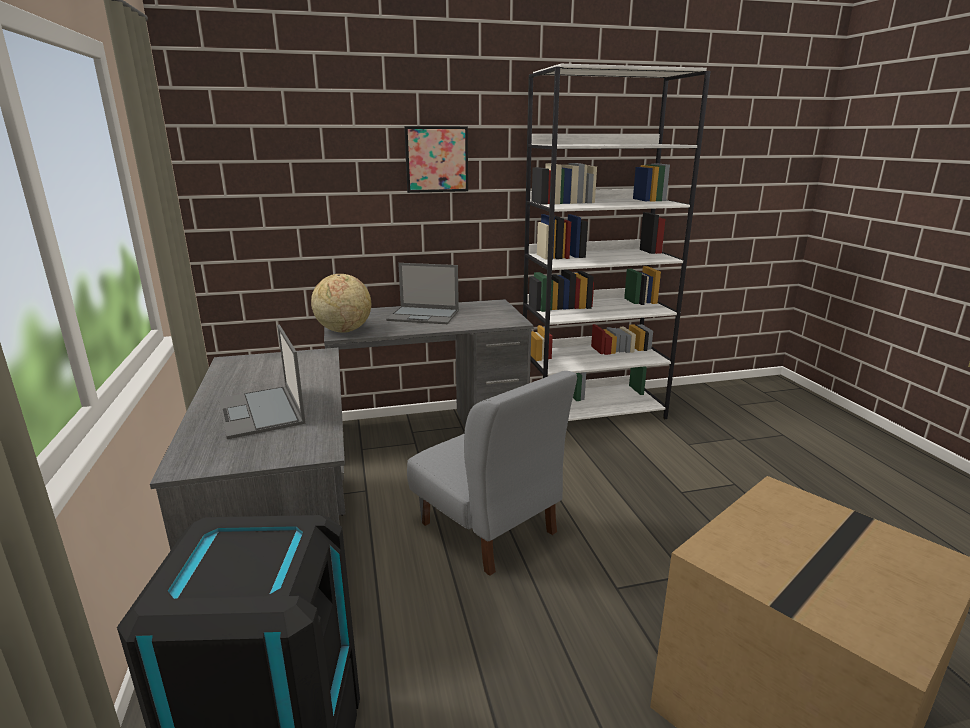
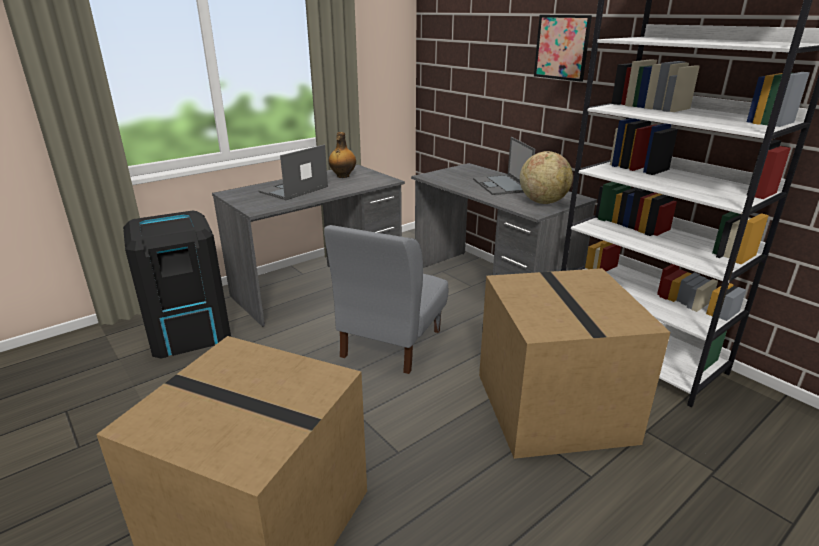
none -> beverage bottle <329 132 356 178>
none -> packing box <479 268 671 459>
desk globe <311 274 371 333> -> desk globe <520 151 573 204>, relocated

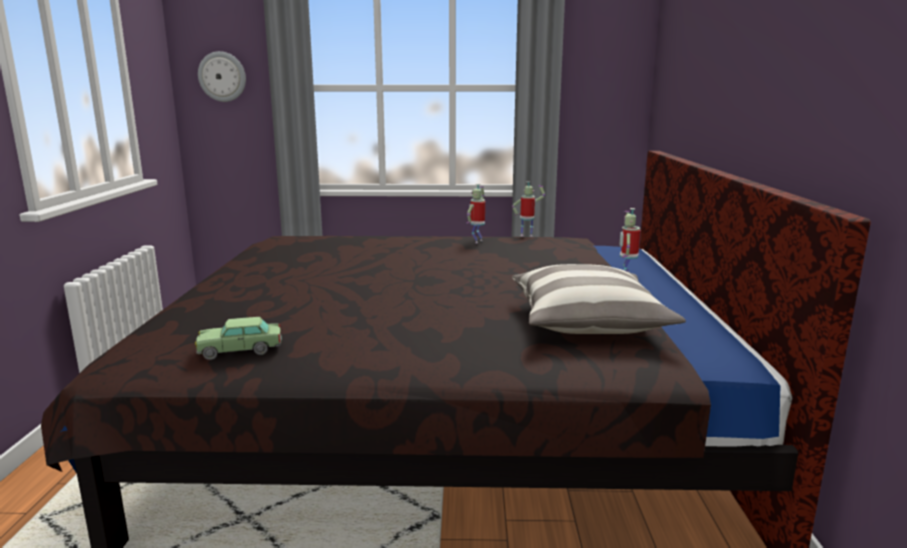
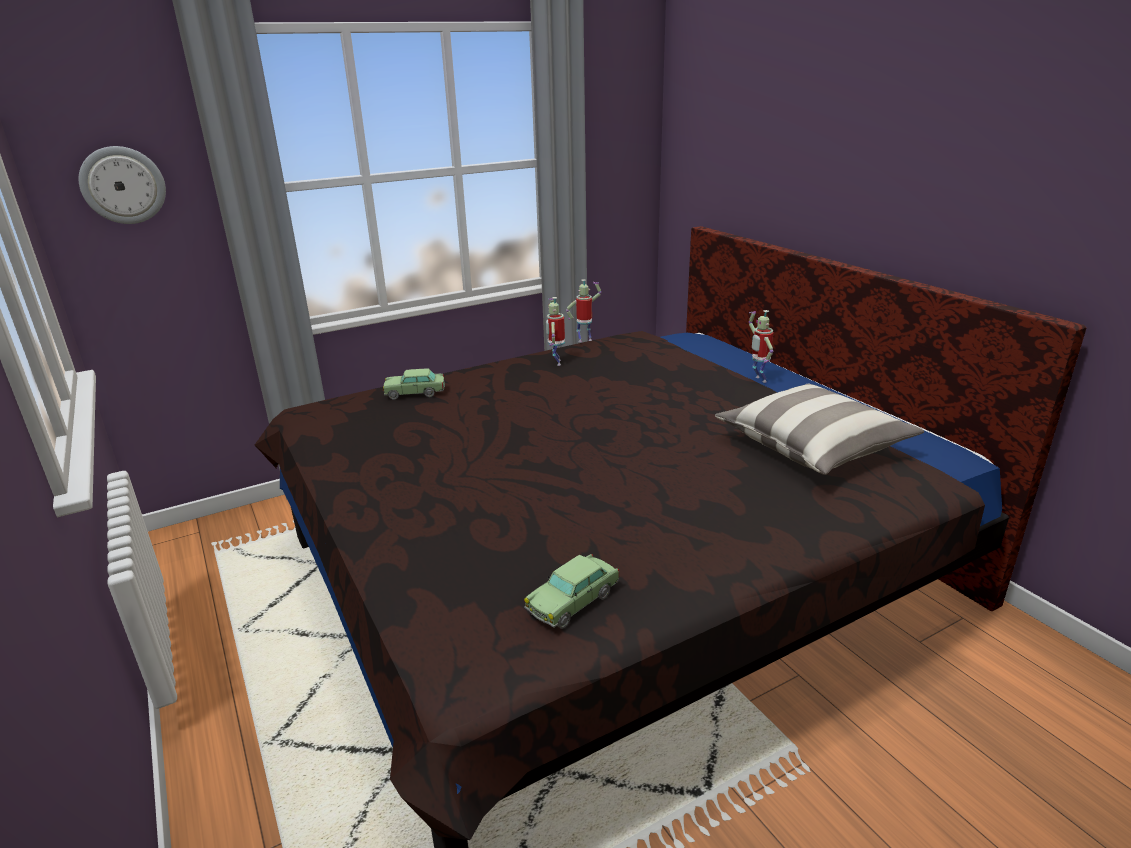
none -> toy car <383 368 445 400>

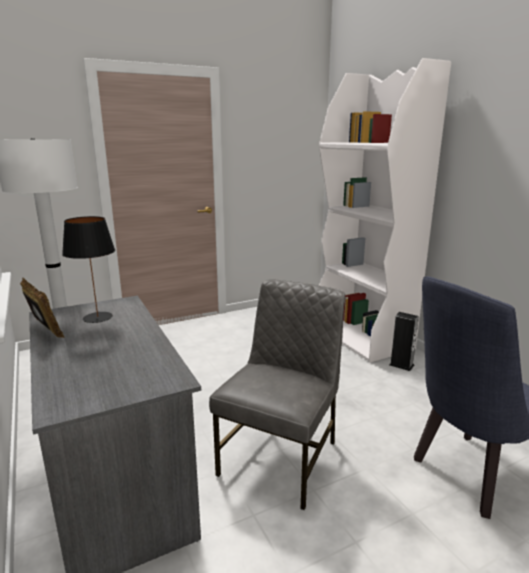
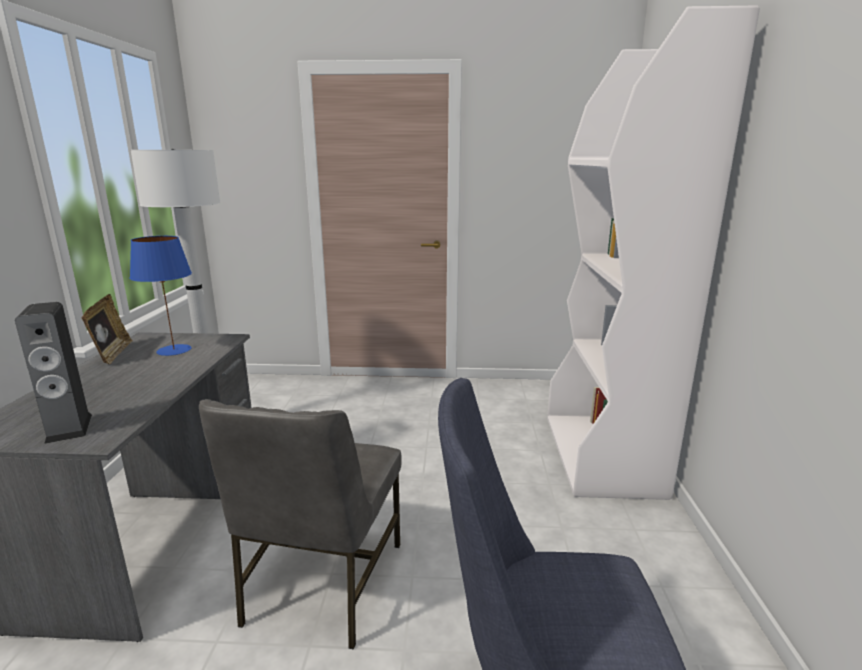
audio speaker <389 312 419 371> -> audio speaker <15 302 92 444>, relocated
black table lamp <62 216 115 323> -> blue-coloured table lamp <129 236 192 356>
grey upright chair <209 279 345 510> -> grey upright chair <199 399 402 650>, 135 degrees clockwise

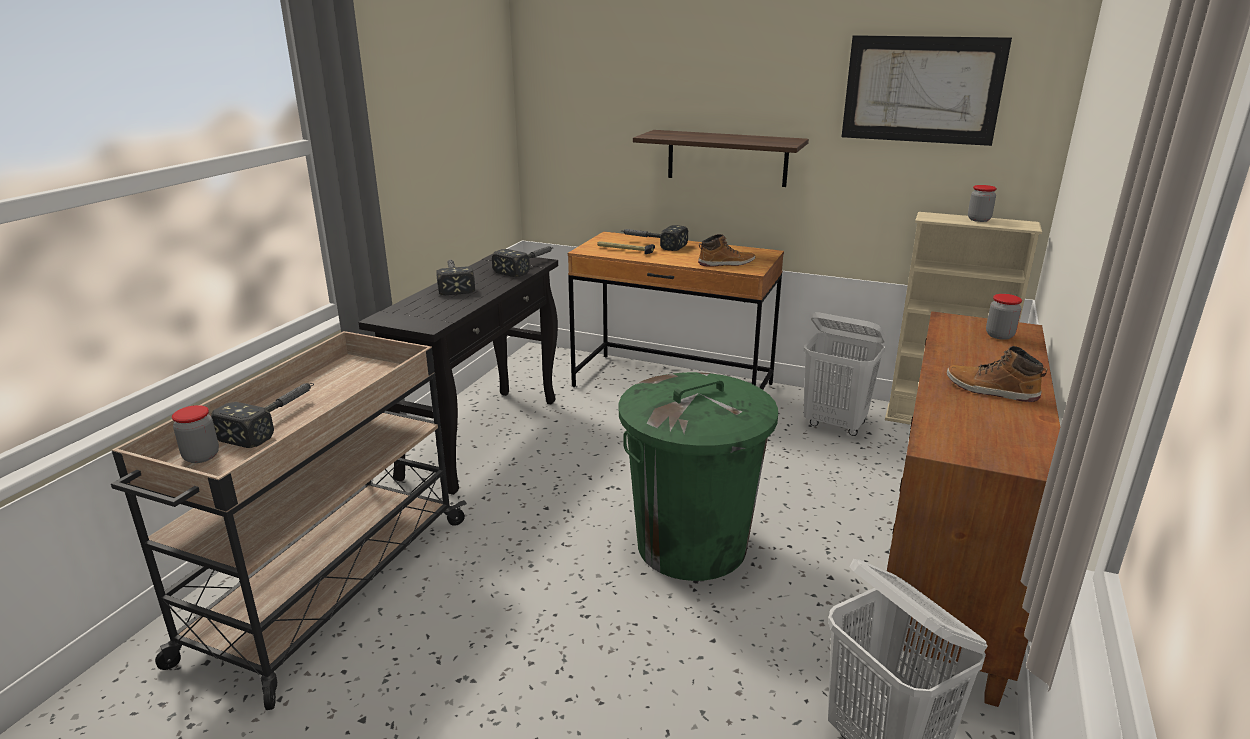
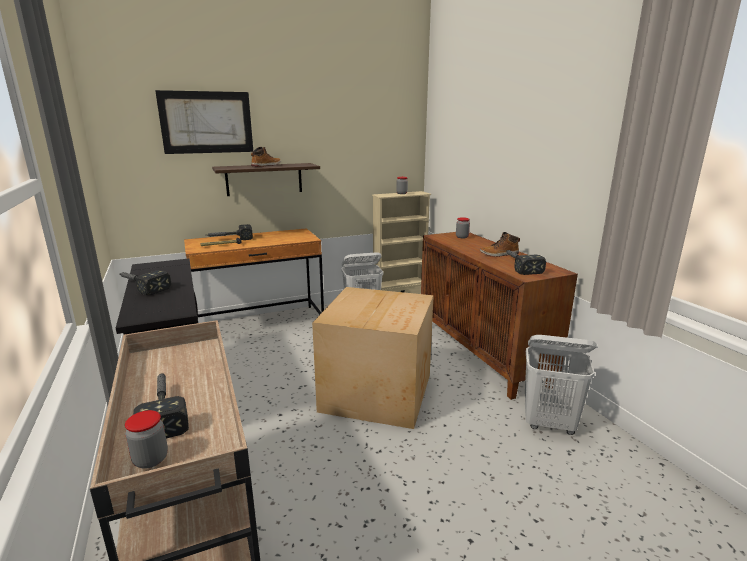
hammer <492 246 553 277> -> hammer <506 250 546 275>, relocated
high-top boot <698 234 755 267> -> high-top boot <251 147 281 167>, relocated
wall art <842 35 1012 146> -> wall art <155 90 253 154>, relocated
green rubbish bin <619 372 778 581> -> packing box <312 287 434 429>

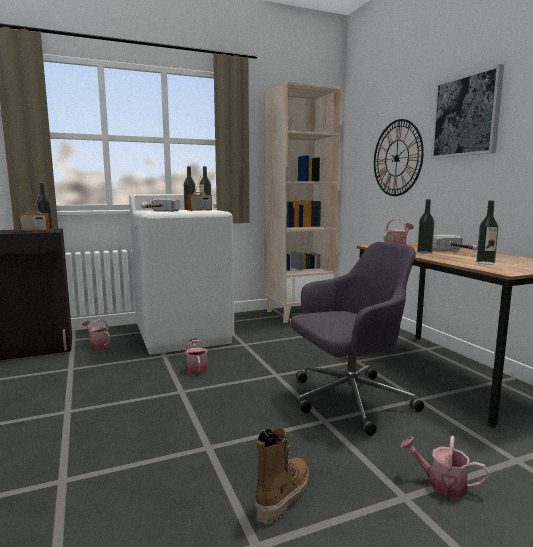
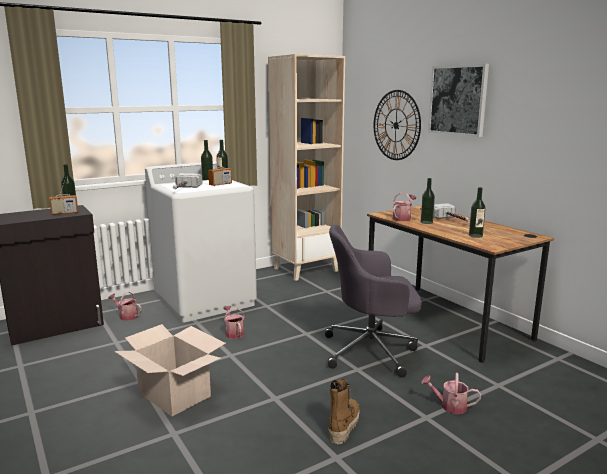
none -> packing box <114 324 226 416>
grey desk chair <291 242 424 436> -> grey desk chair <325 224 422 377>, 150 degrees counterclockwise

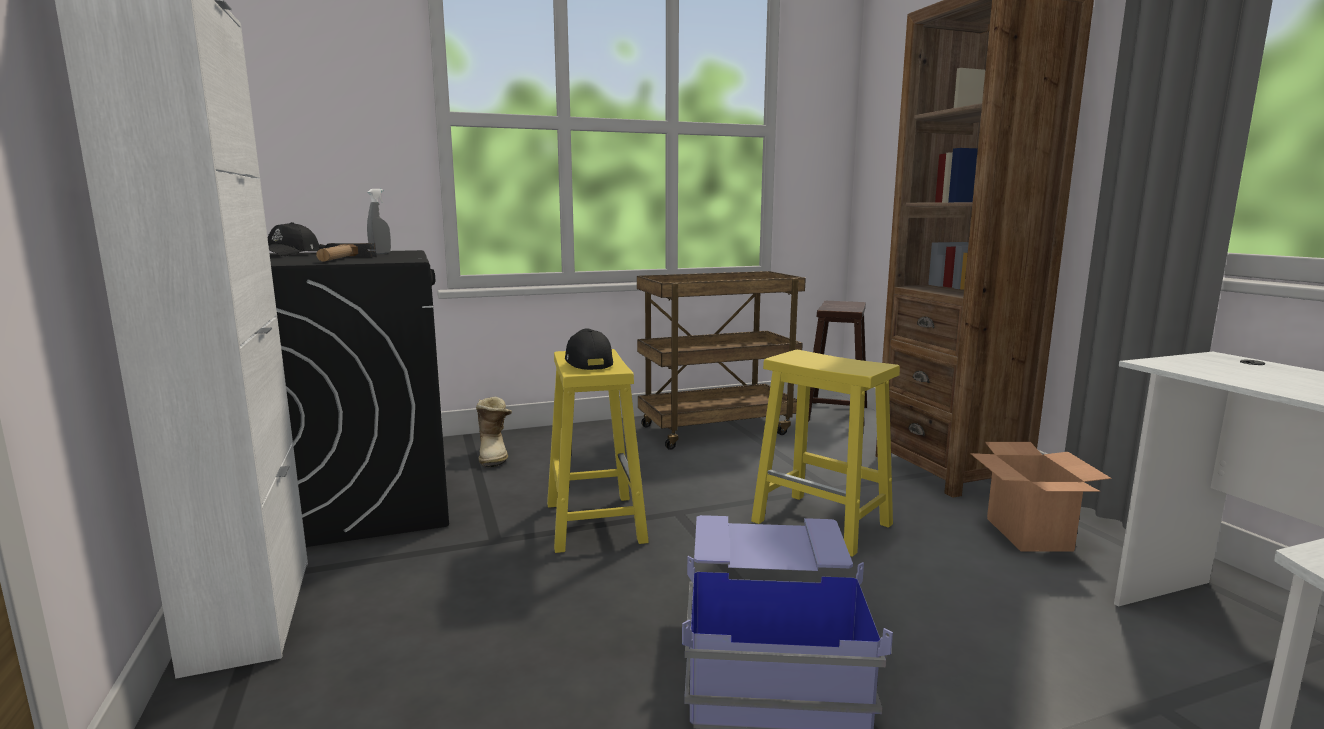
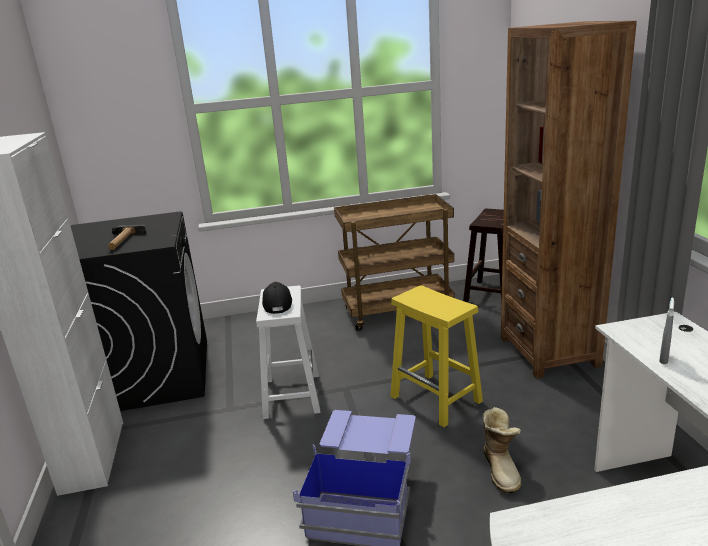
black baseball cap <268 222 319 256> -> none
packing box <970 442 1111 552> -> none
grey sprayer <367 189 391 255> -> grey sprayer <659 298 674 364>, relocated
high-top boot <476 397 512 467> -> high-top boot <483 407 521 494>, relocated
yellow-coloured stool <547 349 649 553> -> white-coloured stool <256 286 320 419>

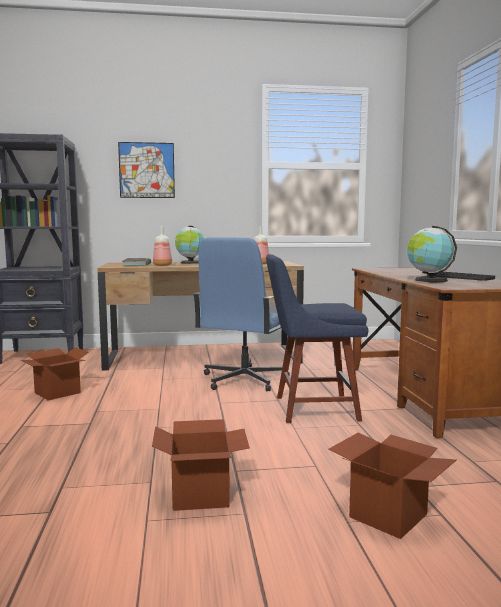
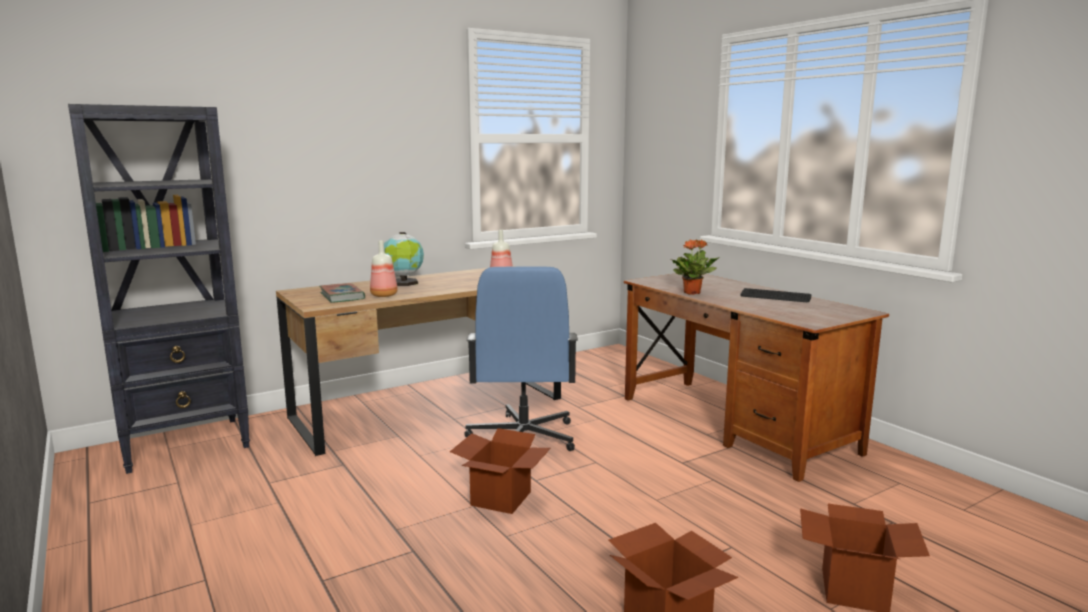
wall art <118 142 175 198> -> none
blue-coloured upright chair <266 254 368 423> -> none
desk globe <407 226 457 282> -> none
none -> plant in a pot <672 240 720 295>
packing box <20 347 89 401> -> packing box <450 428 551 514>, relocated

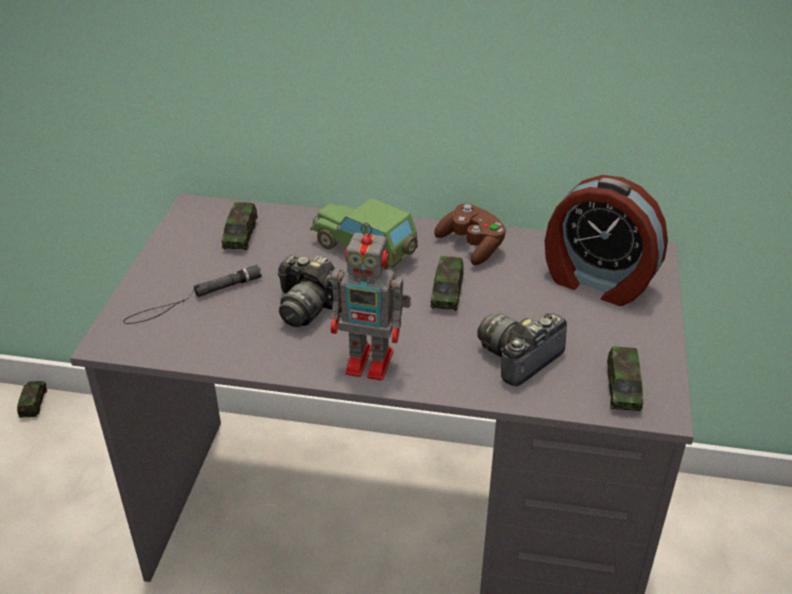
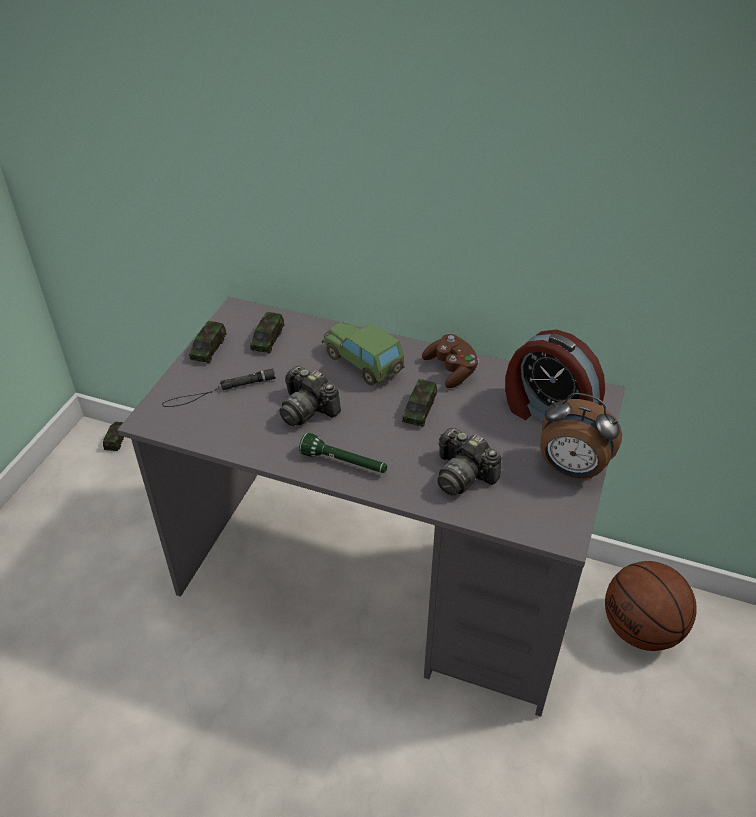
none -> table clock <540 393 622 479>
none -> basketball <605 561 697 651>
toy car <607 347 643 411> -> toy car <189 321 227 363>, relocated
toy robot <331 223 411 380> -> green hand torch <299 433 387 473>
still camera <477 313 567 386> -> still camera <437 428 502 495>, 105 degrees counterclockwise

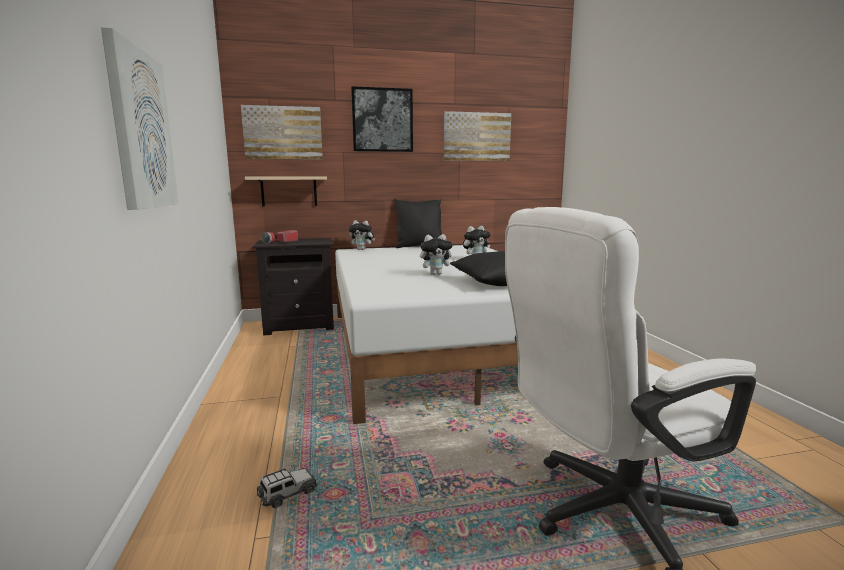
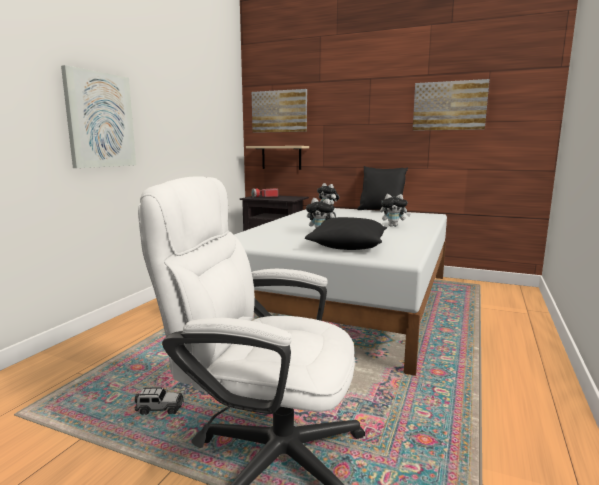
wall art <351 86 413 152> -> none
toy car <257 468 317 508> -> toy car <135 387 184 415>, relocated

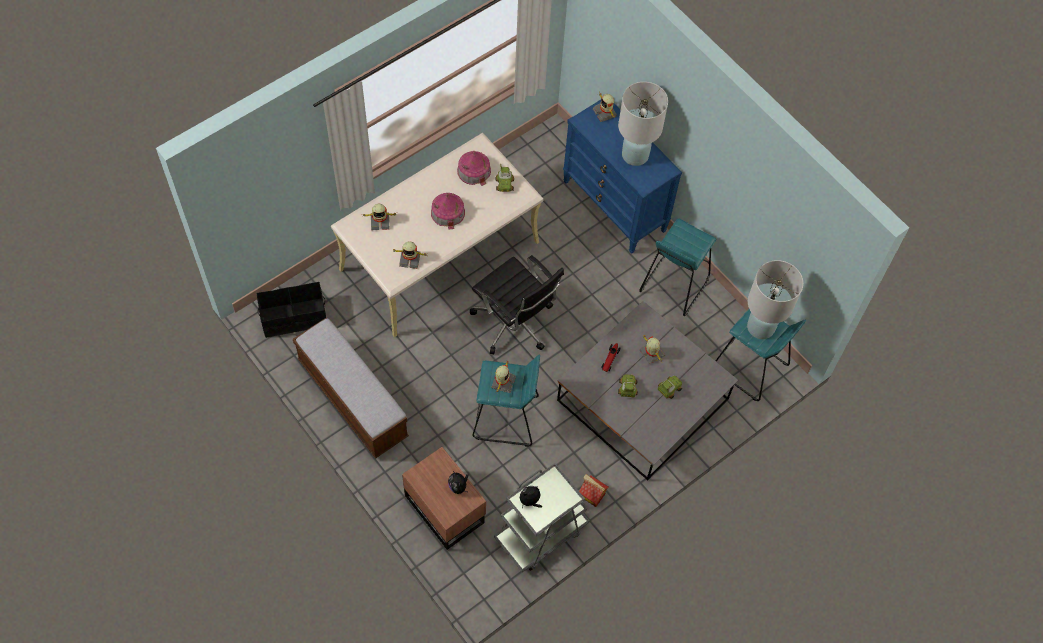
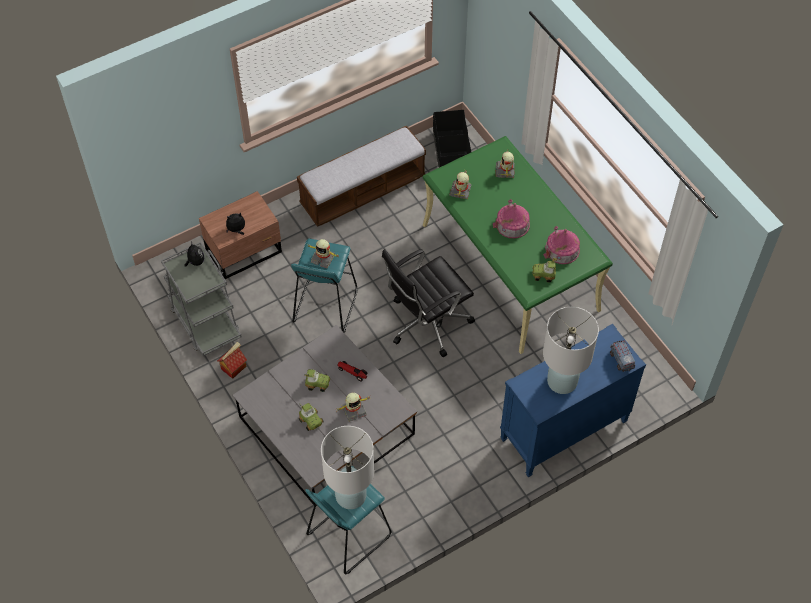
blue-green stool <639 218 716 316> -> none
toy robot <593 92 617 122> -> model truck <610 340 635 372>
beige-coloured desk unit <331 133 544 337> -> green desk unit <423 136 613 354>

